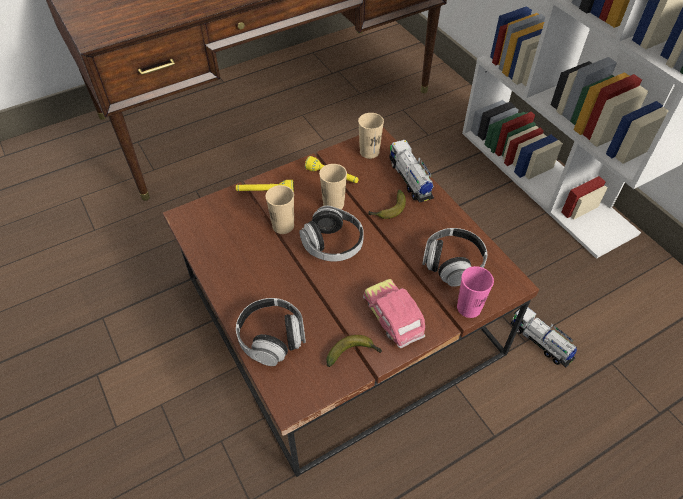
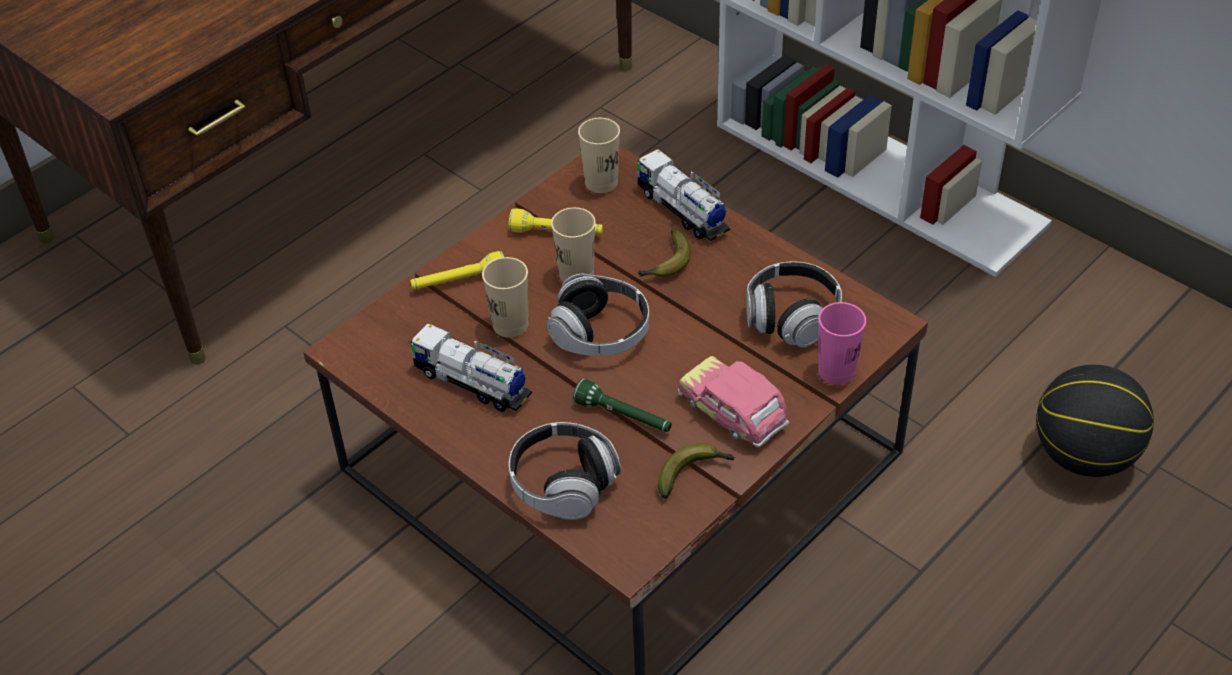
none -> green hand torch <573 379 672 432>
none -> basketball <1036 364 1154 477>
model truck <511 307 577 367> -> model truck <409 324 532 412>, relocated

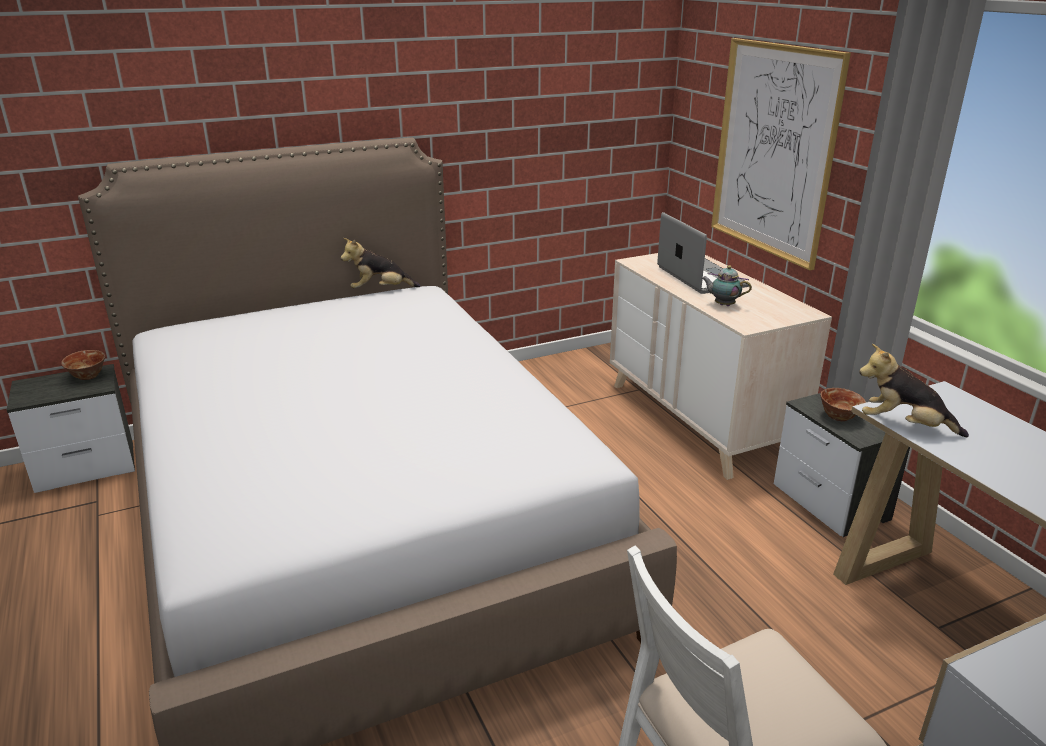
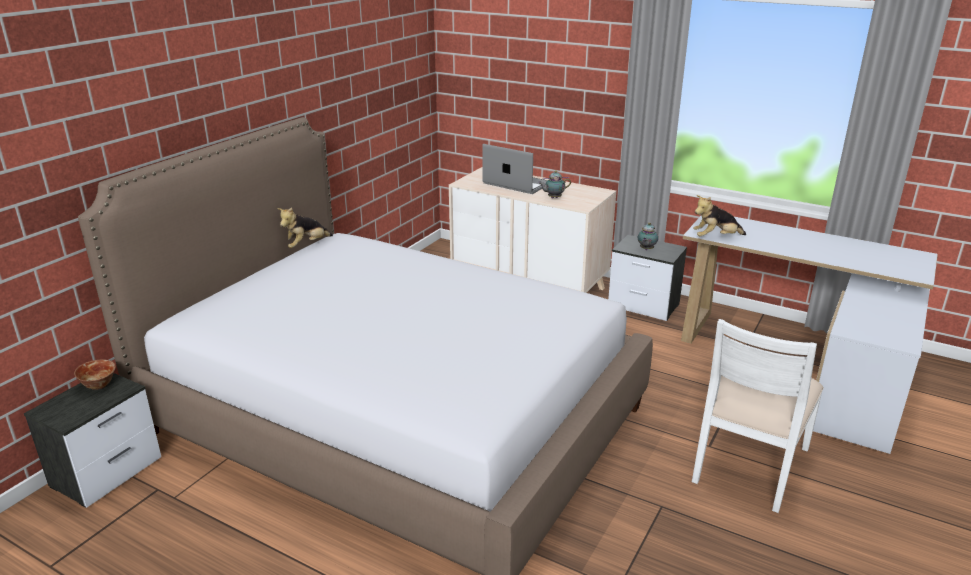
wall art <711 38 851 270> -> none
deep dish <820 388 866 421> -> tea pot <638 223 658 250>

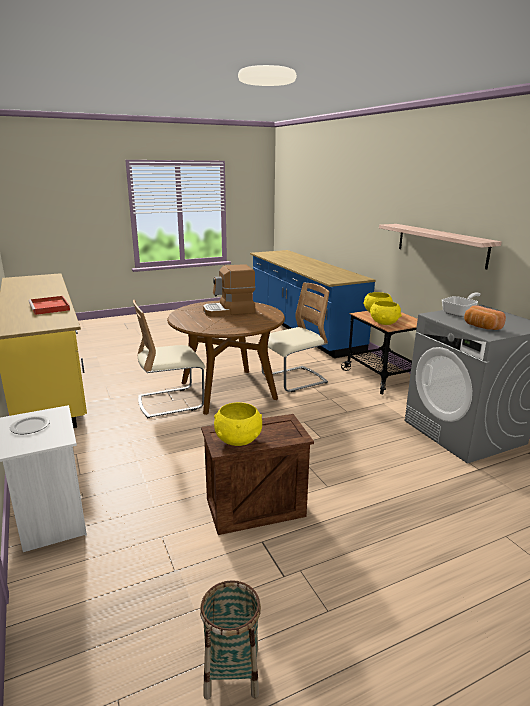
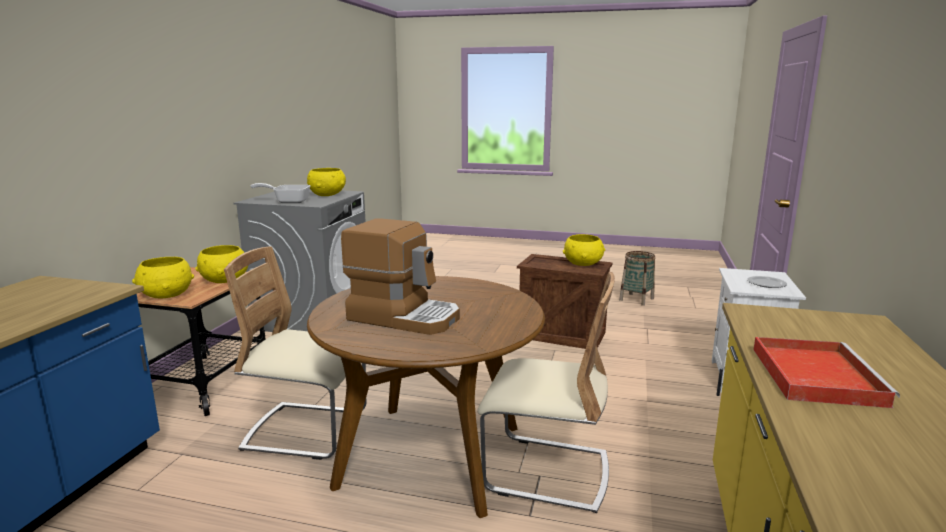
shelf <379 224 502 269> -> none
bakery bread <464 305 506 330> -> yellow-coloured deep dish <307 168 346 196>

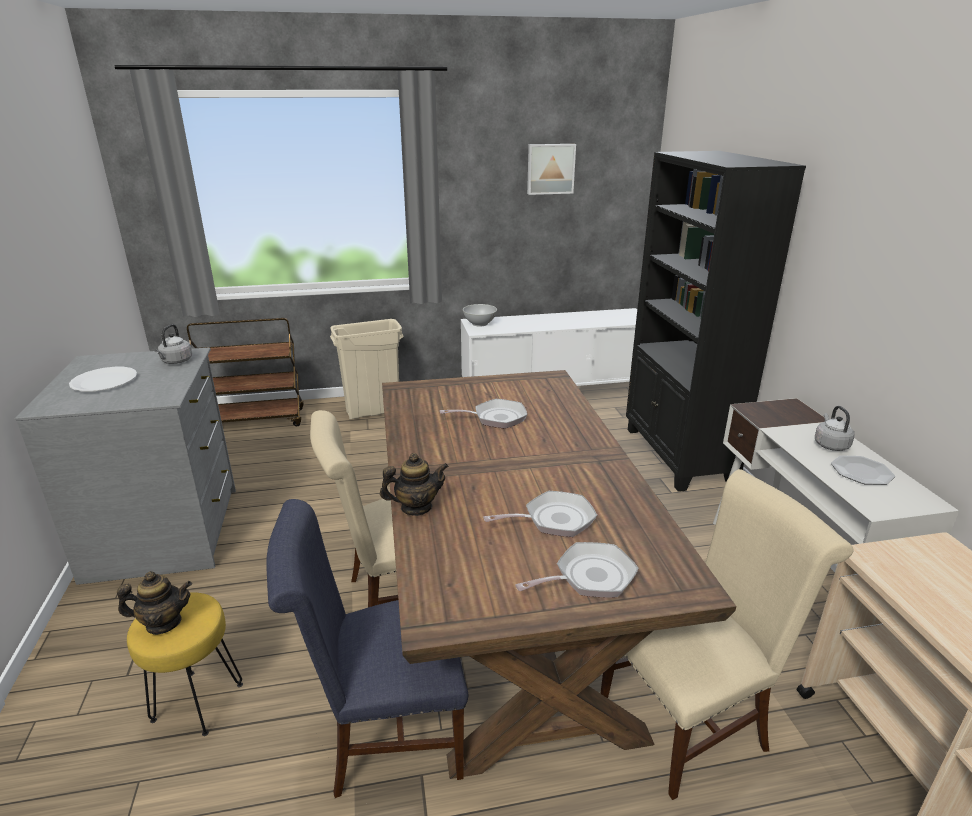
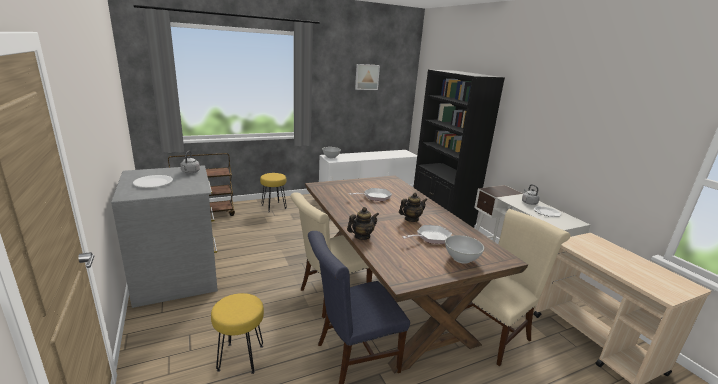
tea pot <117 571 192 635> -> tea pot <399 193 427 222>, relocated
beige-coloured rubbish bin <330 319 404 419> -> yellow-coloured stool <260 173 287 212>
pan <515 542 639 598> -> white-coloured deep dish <445 235 484 264>

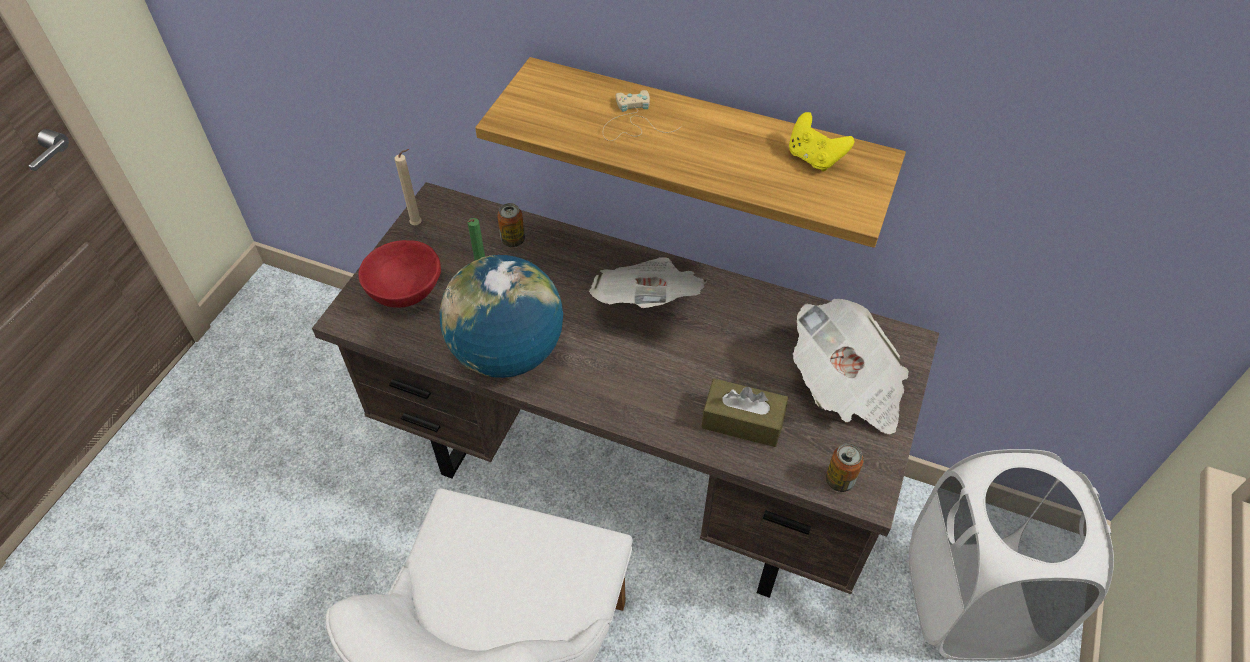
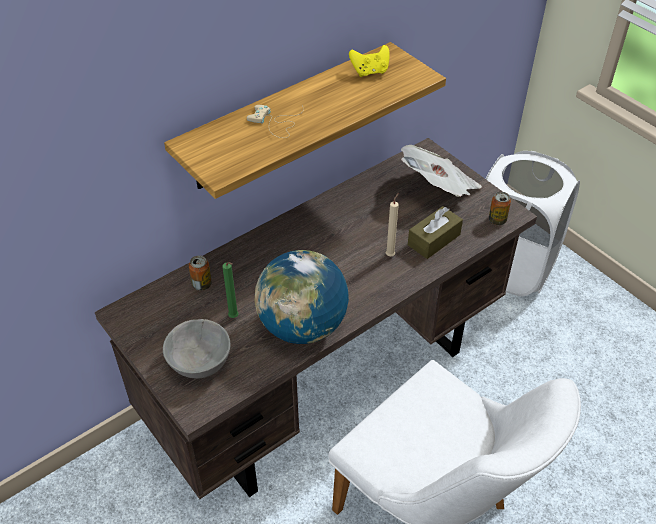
newspaper <589 257 707 308> -> none
beige-coloured wax candle <395 149 422 225> -> beige-coloured wax candle <386 193 399 256>, relocated
reddish deep dish <358 240 441 308> -> grey deep dish <163 319 230 379>

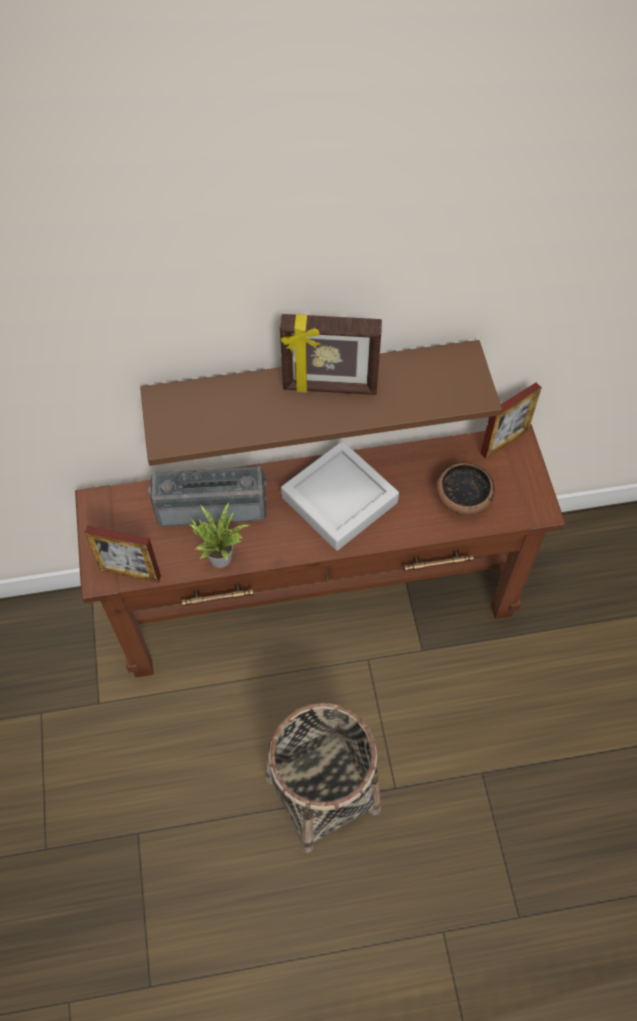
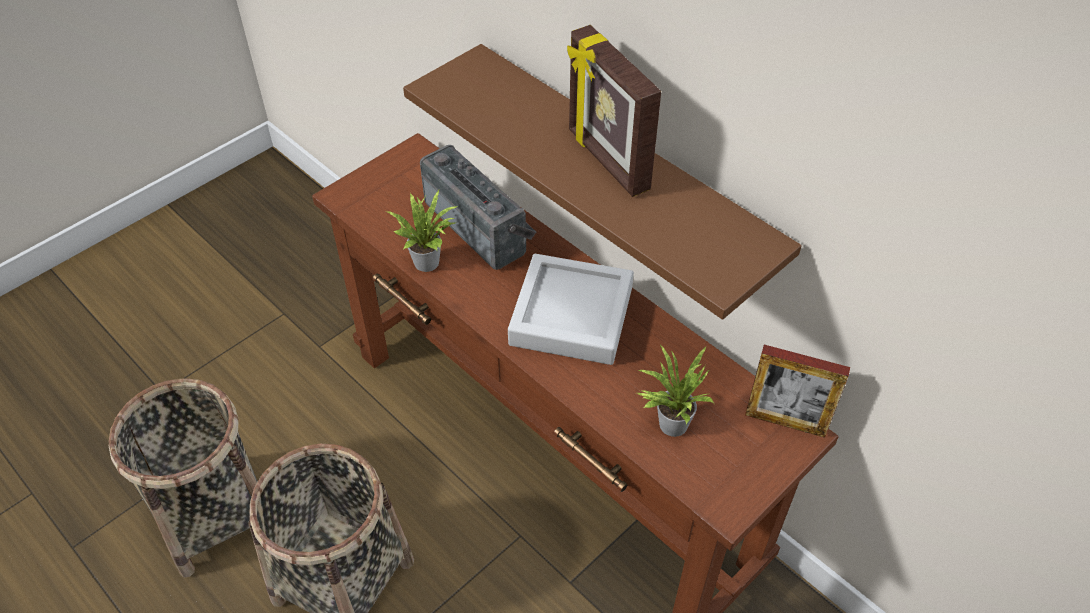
picture frame <85 525 161 583> -> none
none -> basket <108 378 258 577>
deep dish <437 463 495 515> -> plant in a pot <637 345 714 437>

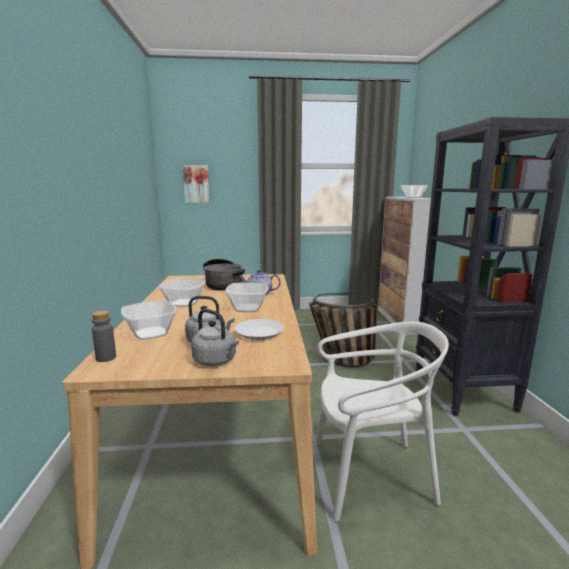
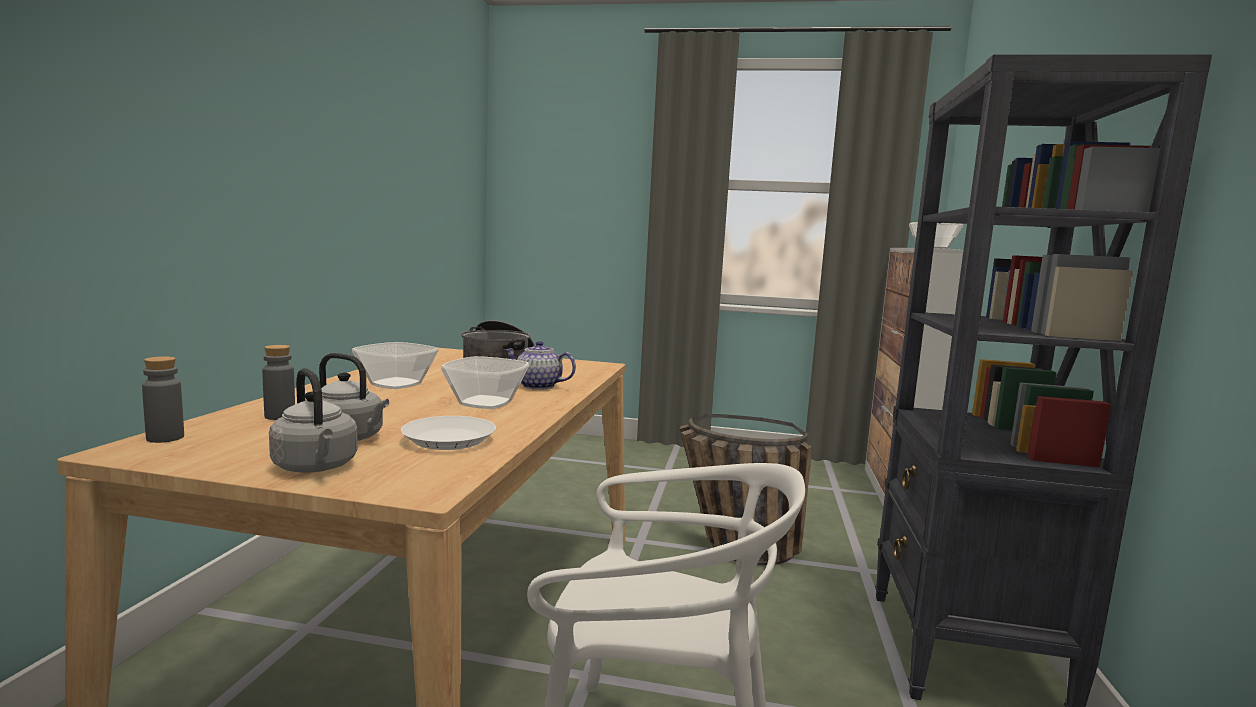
wall art <183 165 210 203> -> none
deep dish <121 300 177 340> -> grey beverage bottle <262 345 295 420>

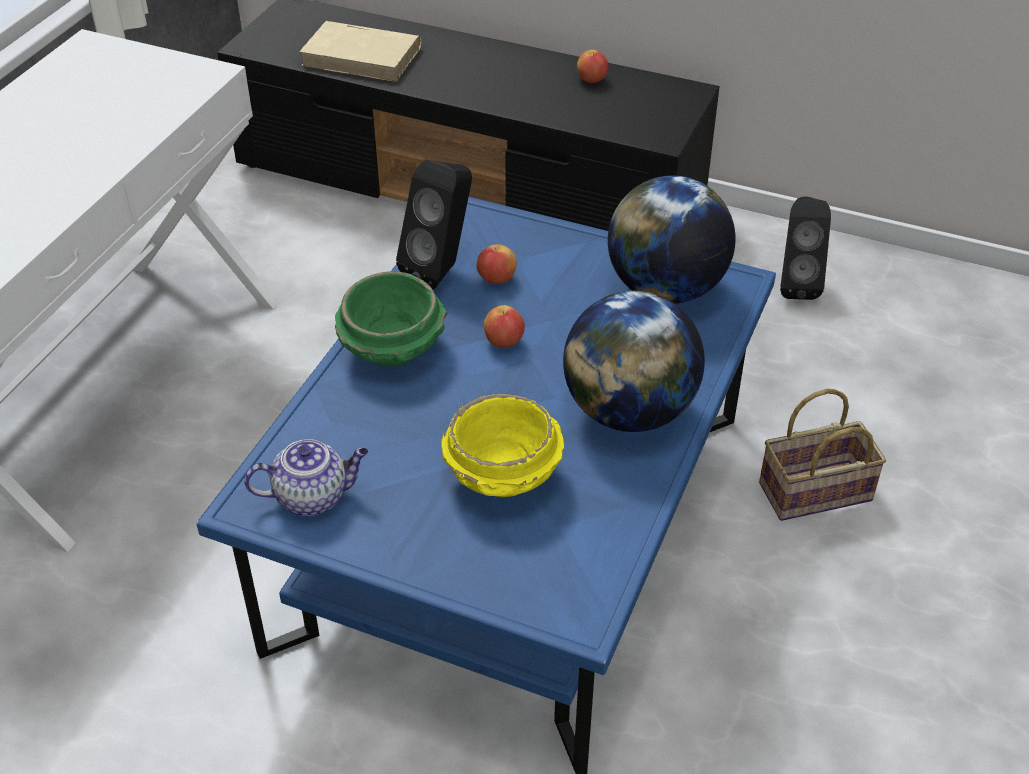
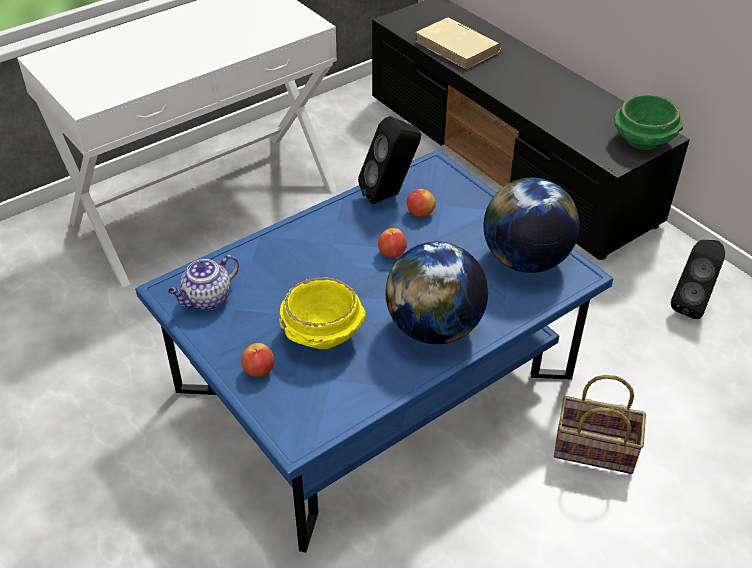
green deep dish <335 271 448 367> -> green deep dish <614 94 683 150>, relocated
apple fruit <577 50 609 83> -> apple fruit <241 343 274 377>, relocated
tea pot <244 439 368 516> -> tea pot <168 255 239 310>, 120 degrees clockwise

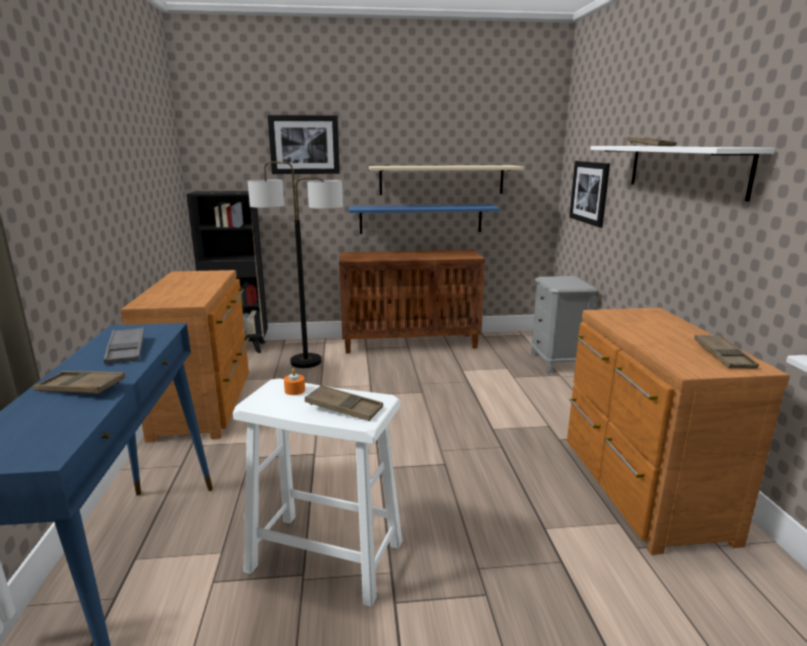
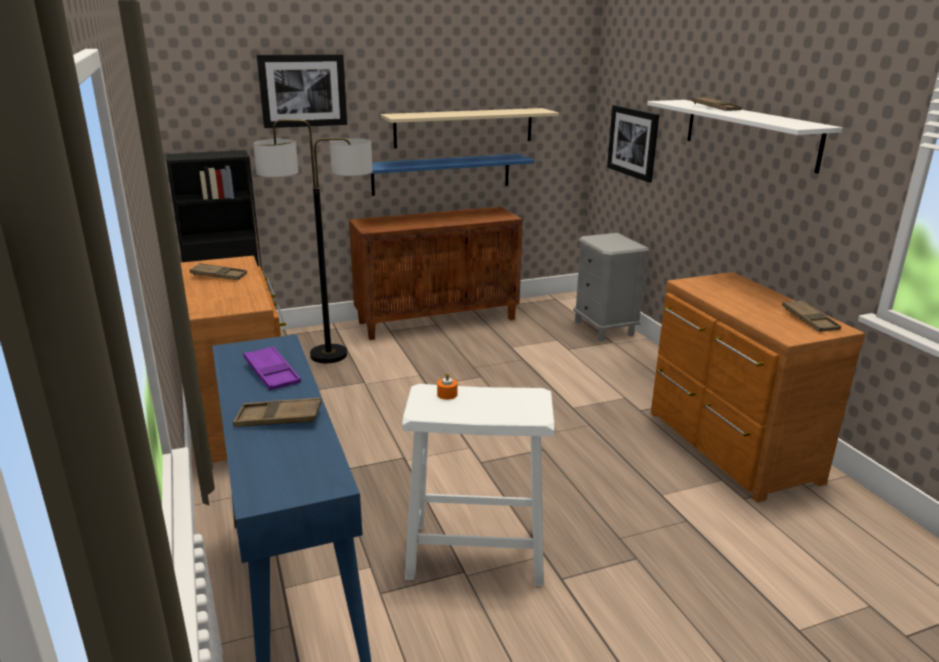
brown carrying tray <305 385 383 421> -> brown carrying tray <190 263 247 280>, relocated
grey carrying tray <104 327 144 364> -> purple carrying tray <243 346 301 391>

